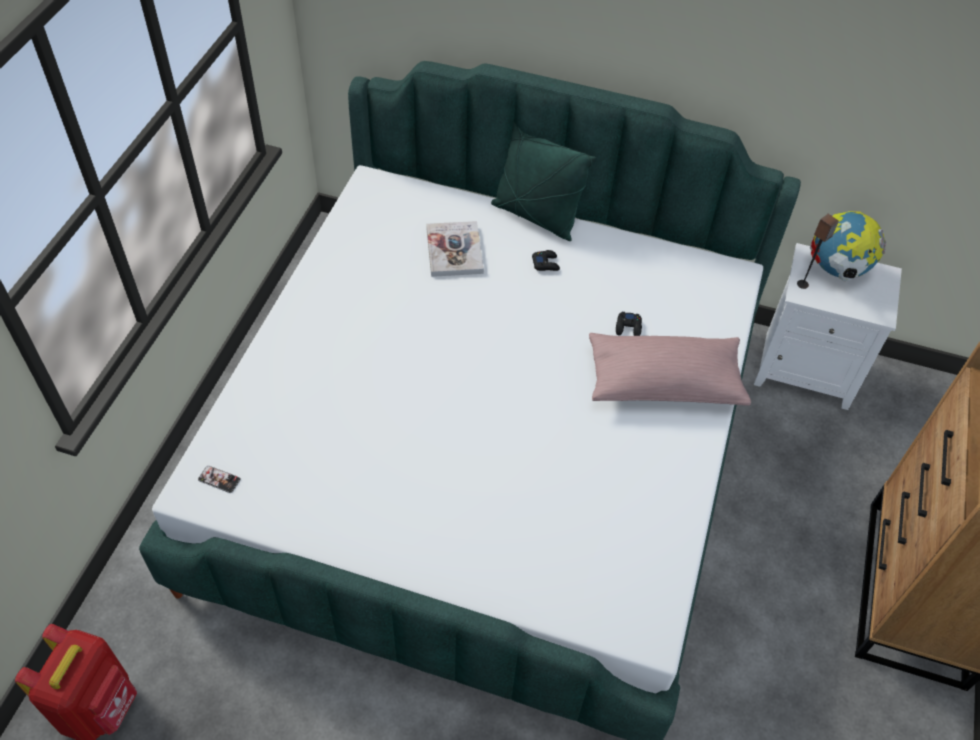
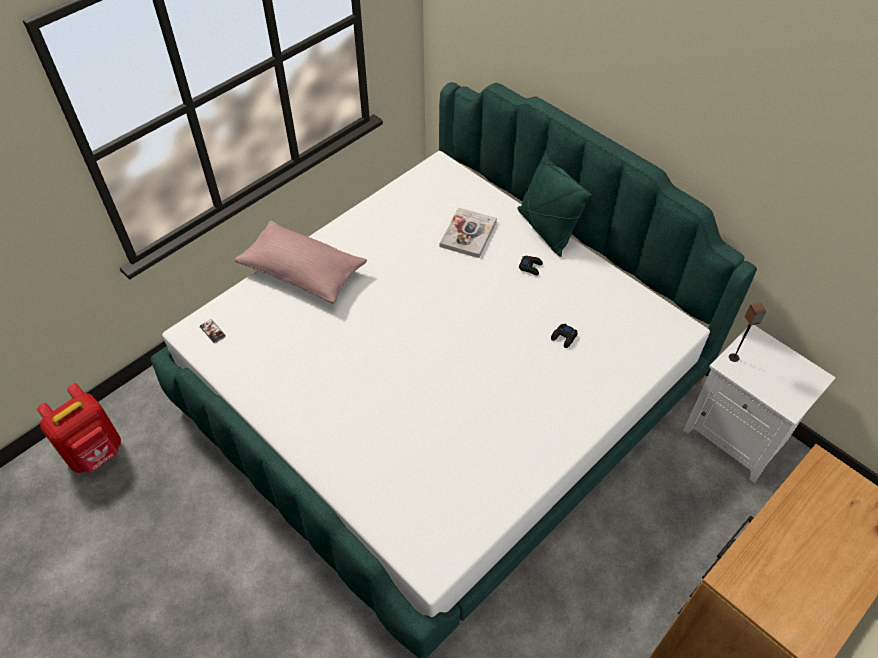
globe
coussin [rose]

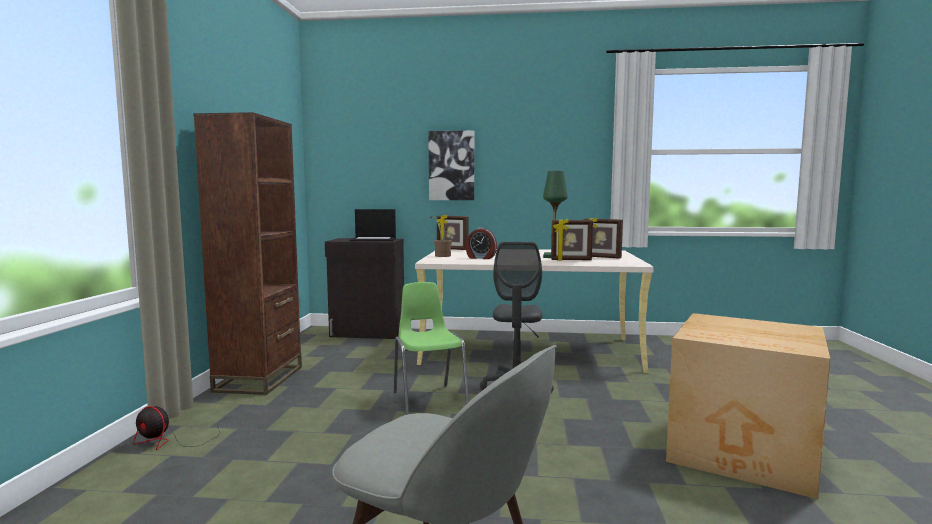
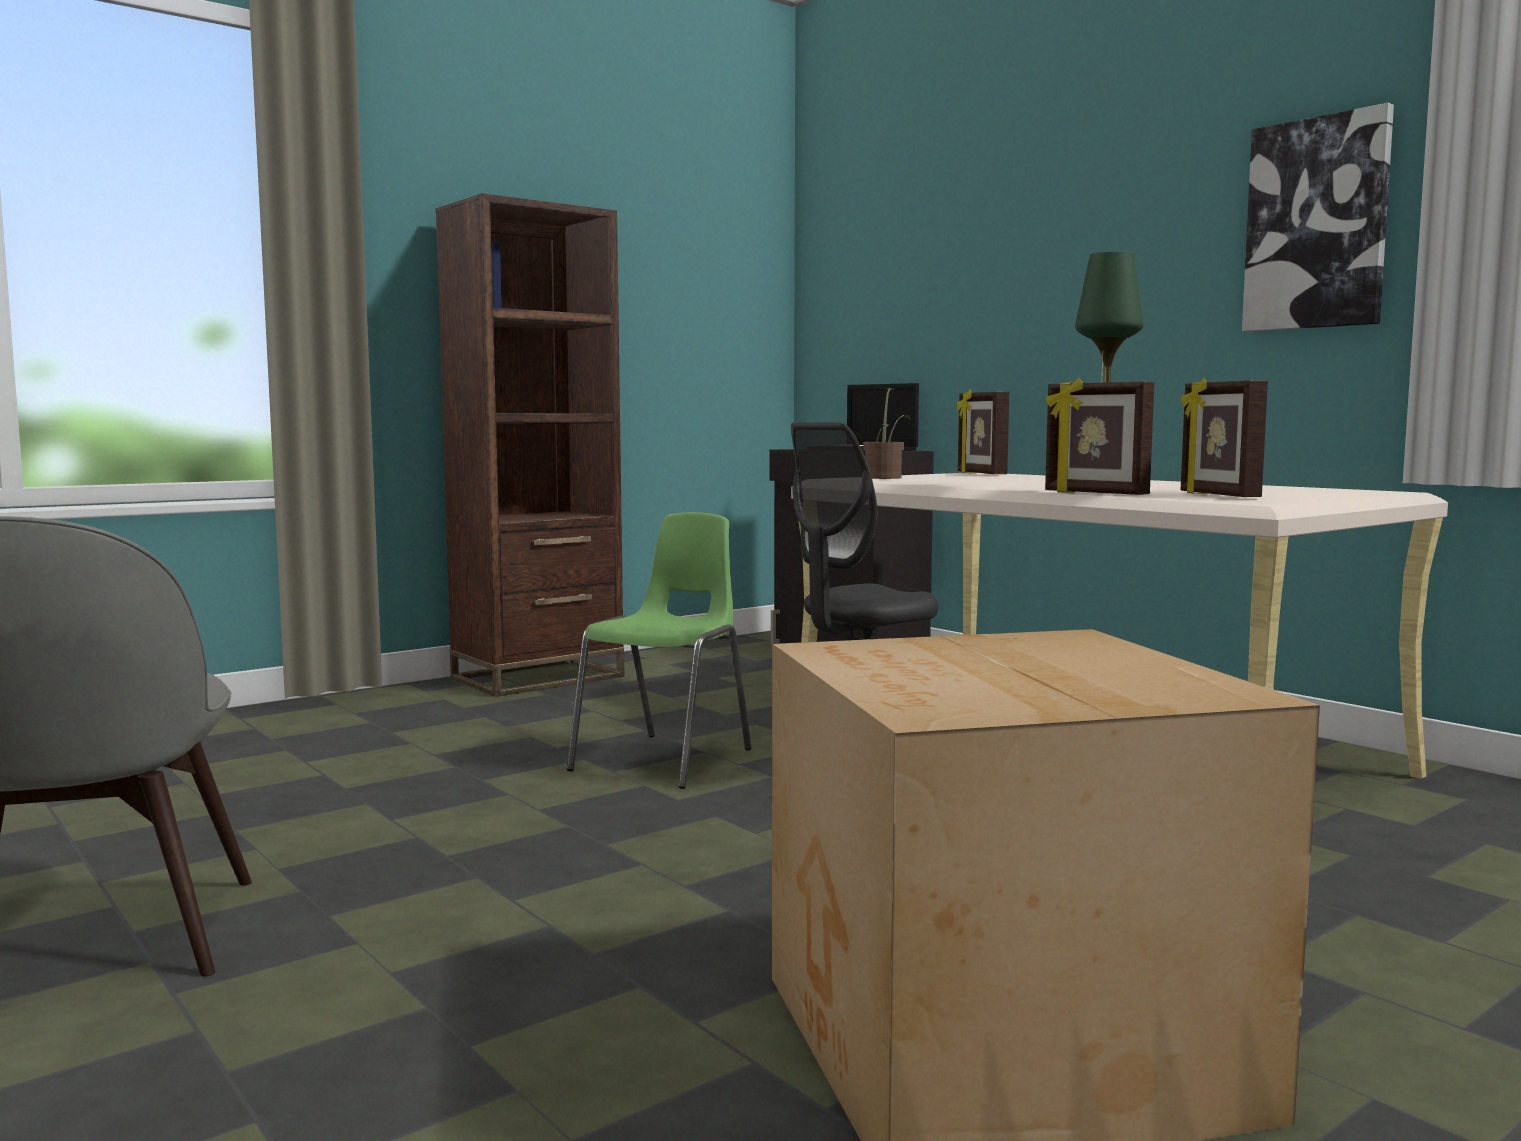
ventilateur
réveil
tableau

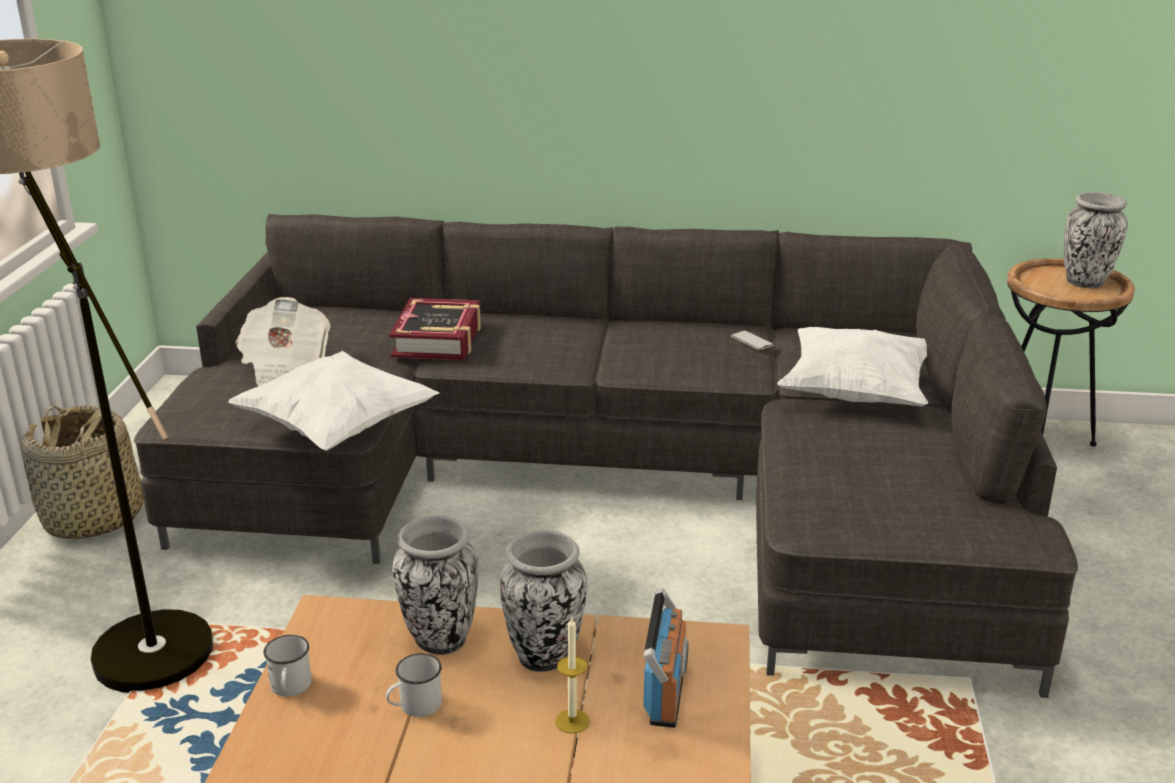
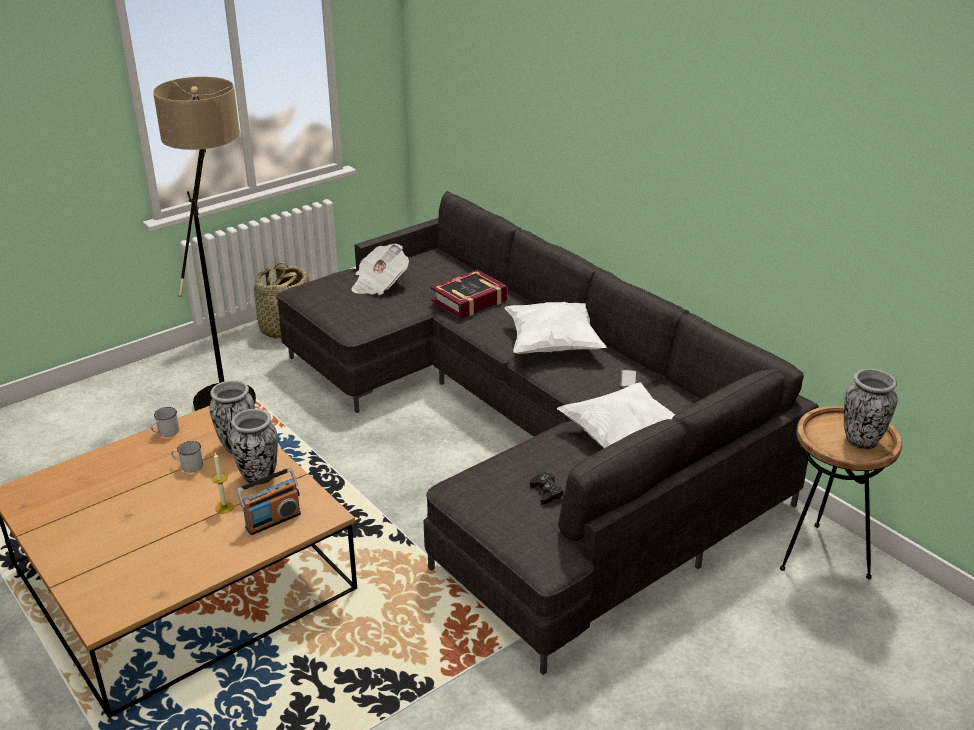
manette [noir]
coussin [blanc] (1st from left)

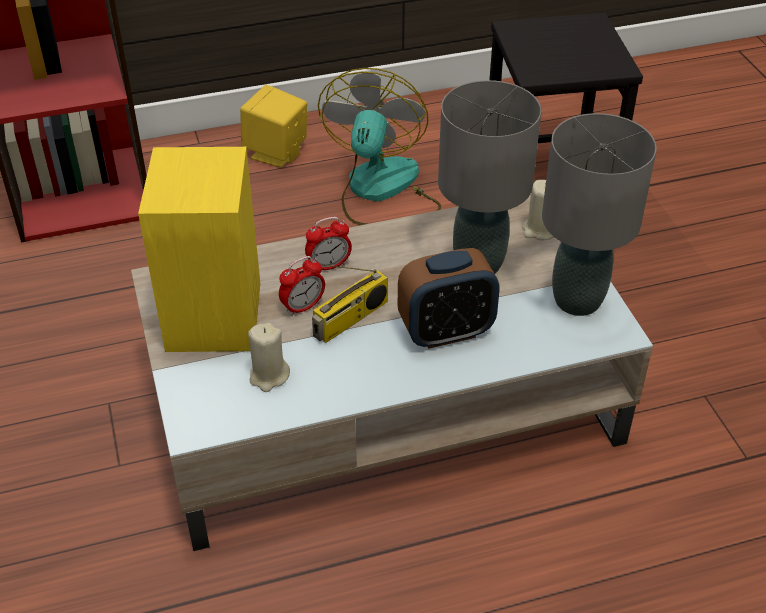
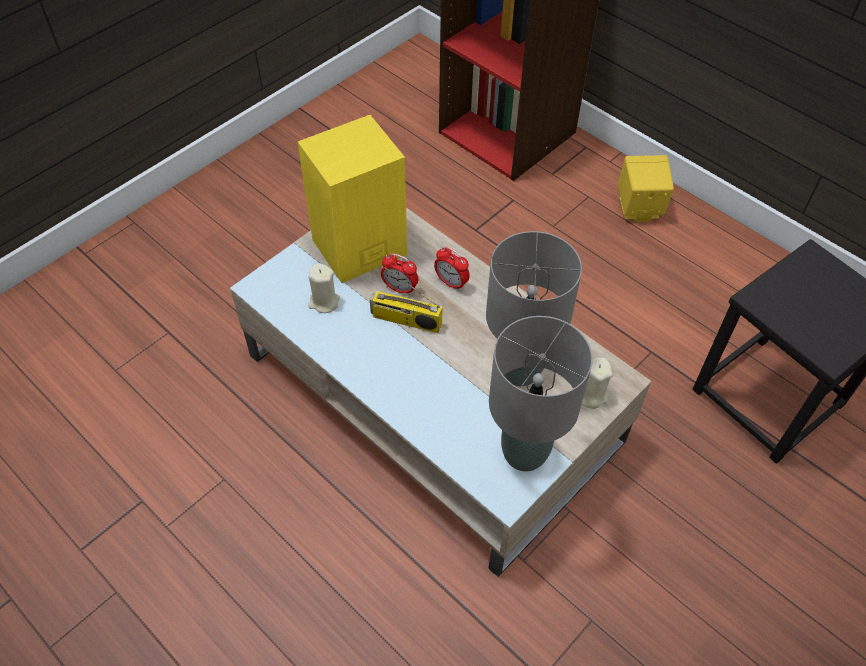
ventilateur
réveil (3rd from left in the first image)

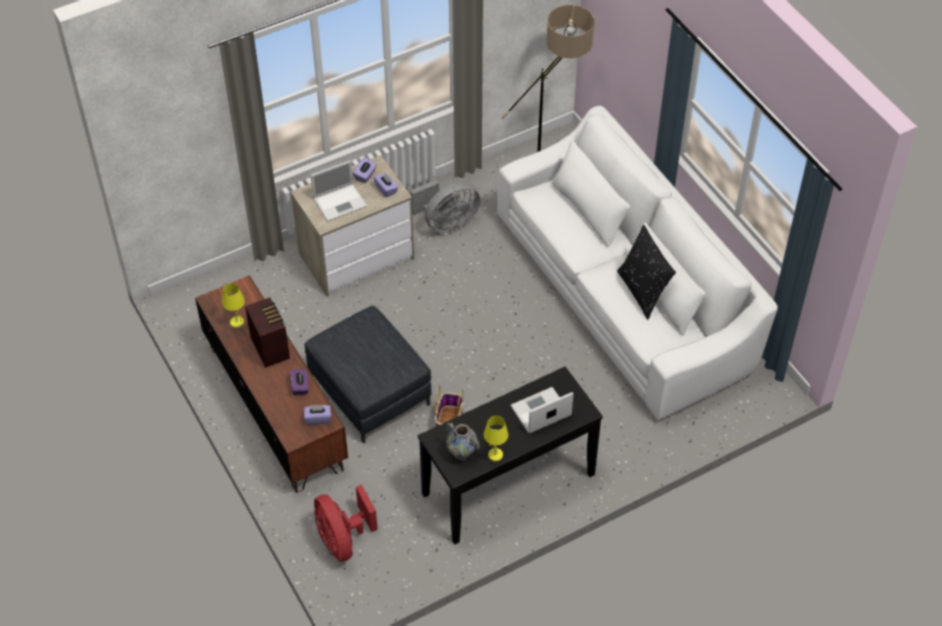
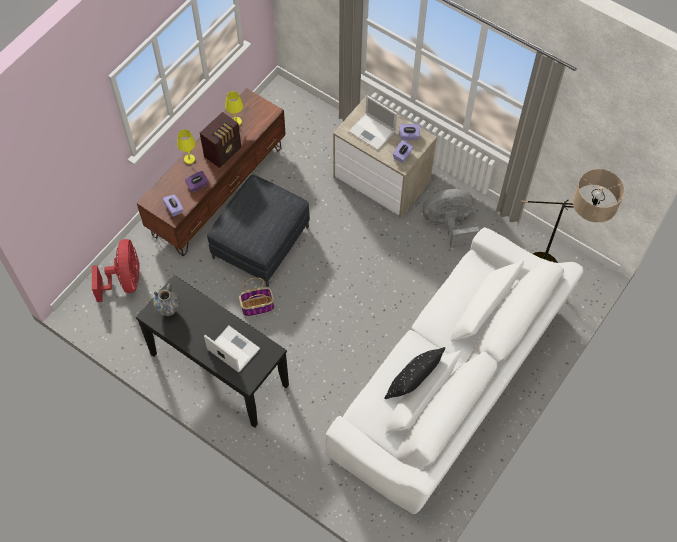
lampe de table [jaune] (1st from left)
ventilateur [rouge]
ventilateur [gris]

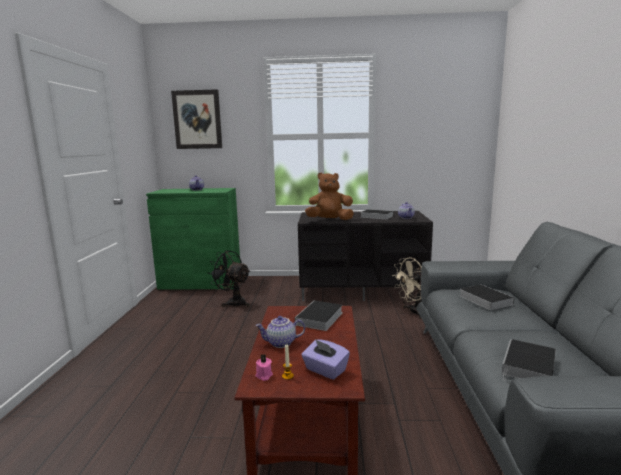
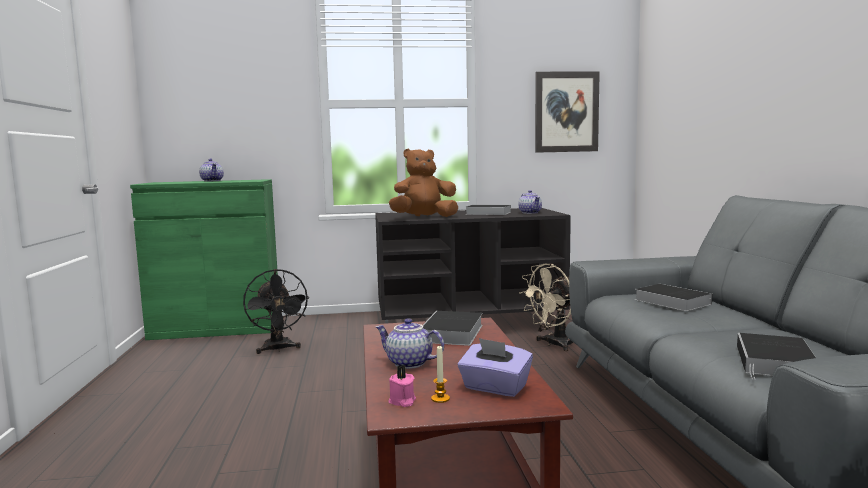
tableau
ventilateur [noir]
théière (2nd from left)

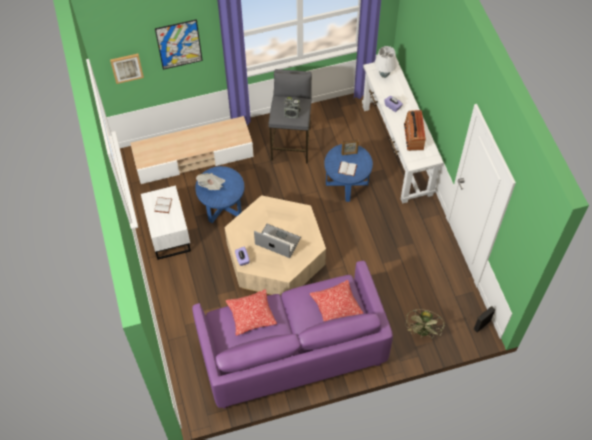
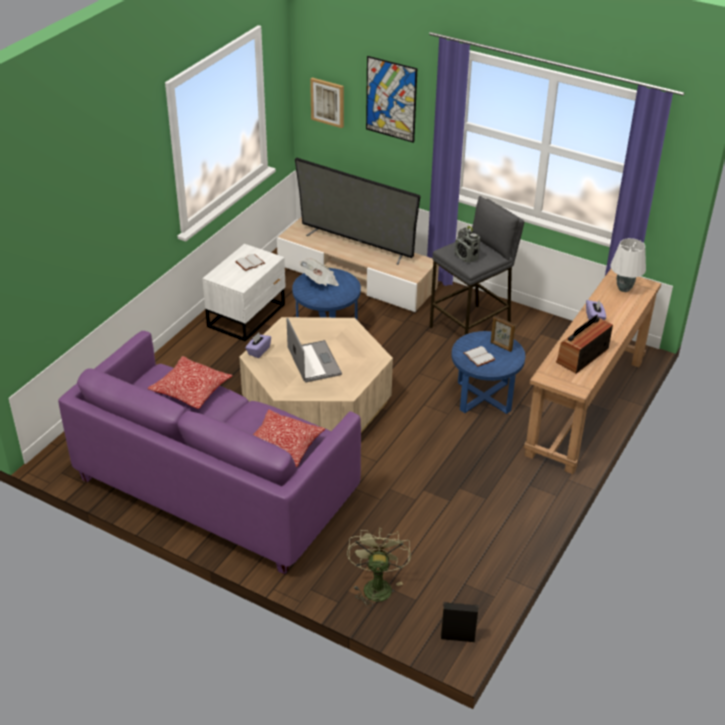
téléviseur
table console [marron]
ventilateur [vert]

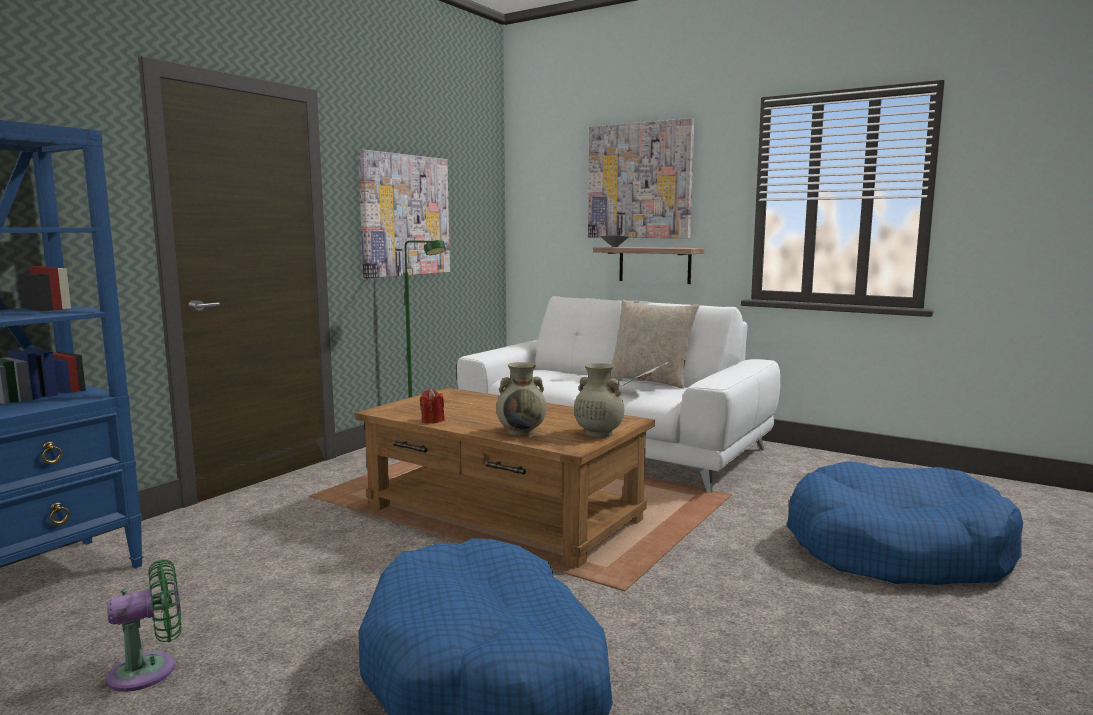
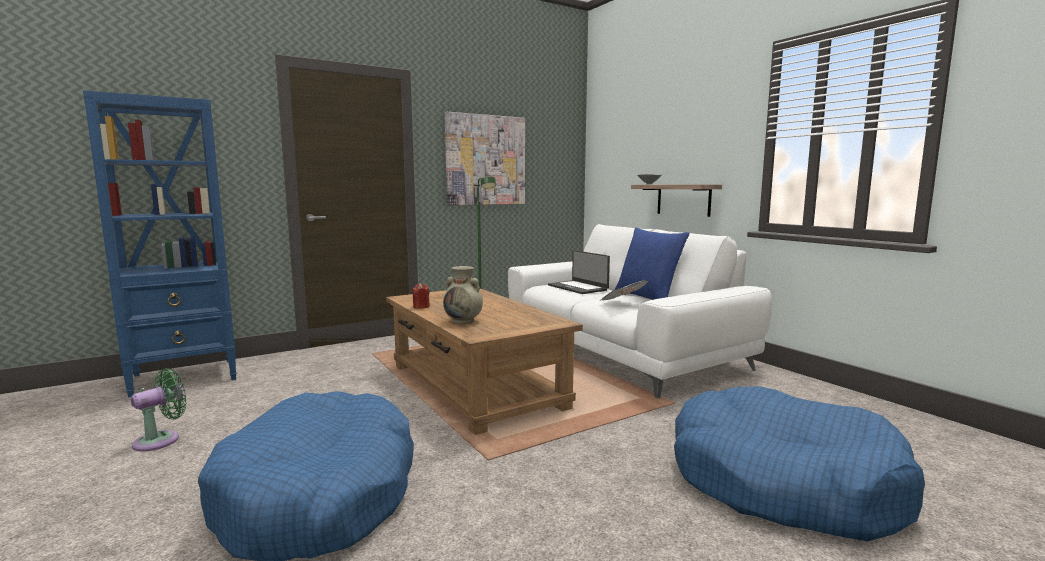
vase [beige] (2nd from left in the first image)
tableau (2nd from left in the first image)
ordinateur portable
coussin [bleu]
ventilateur [vert]

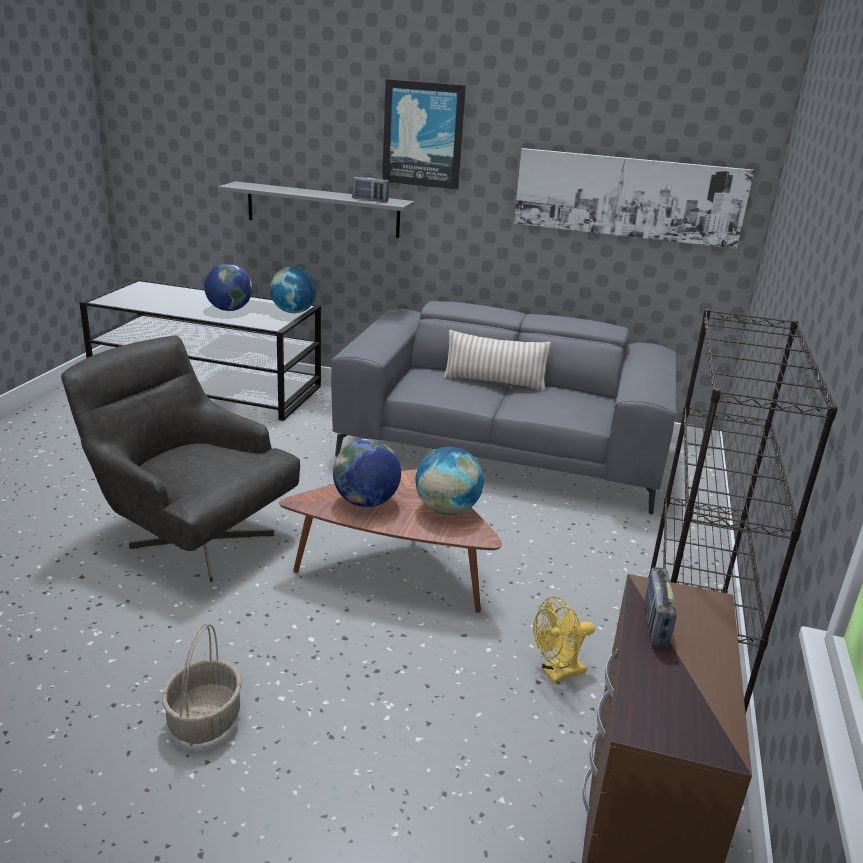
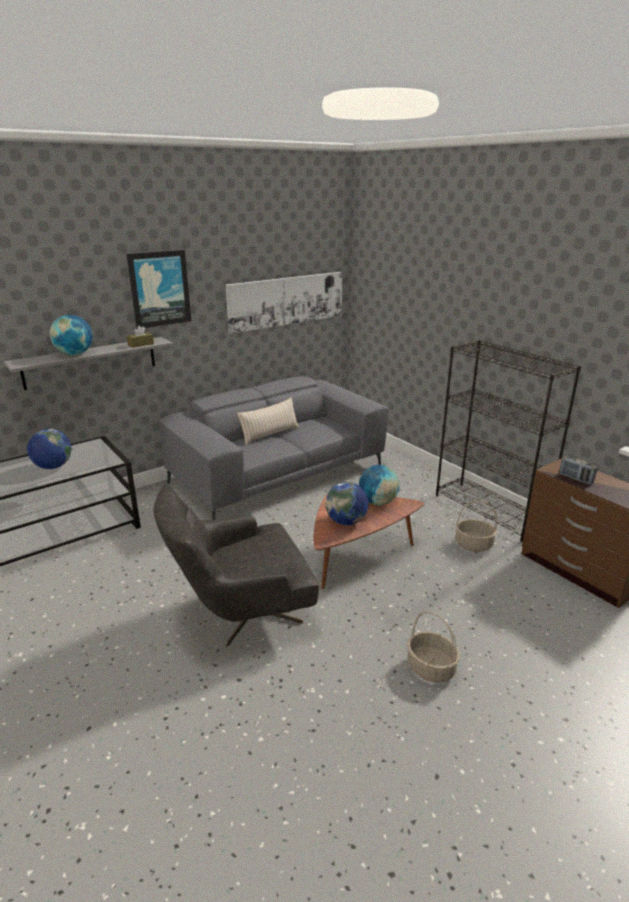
globe (2nd from left)
boîte à mouchoirs [marron]
panier (2nd from left)

